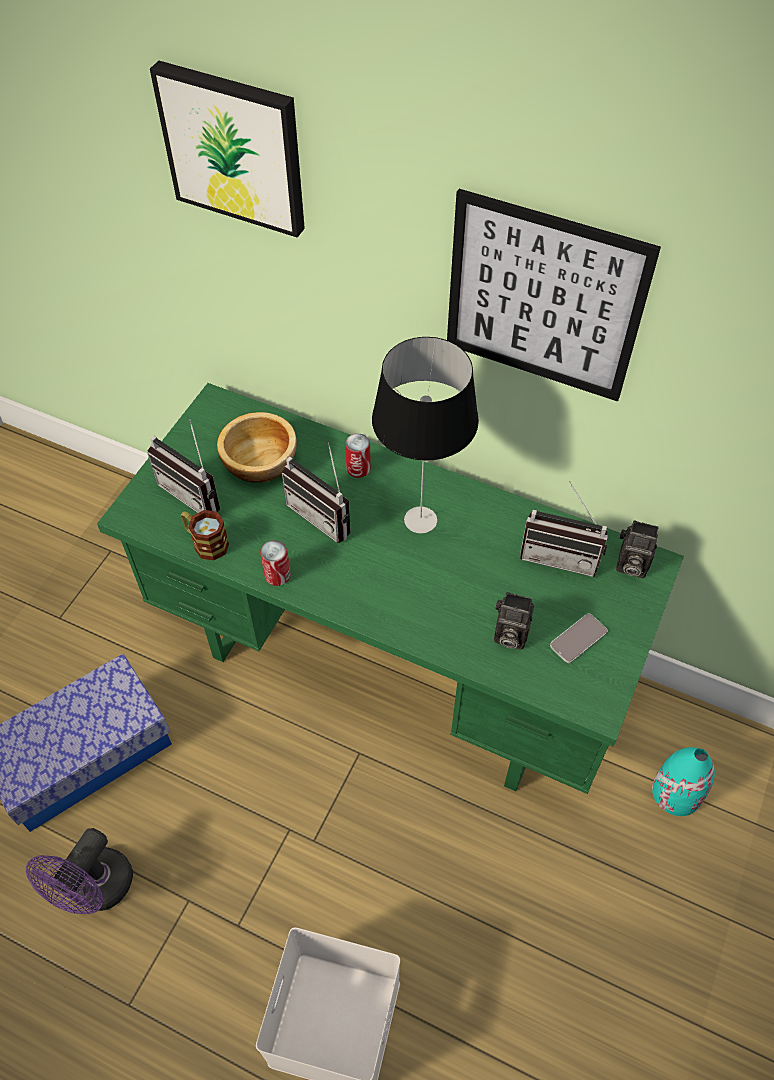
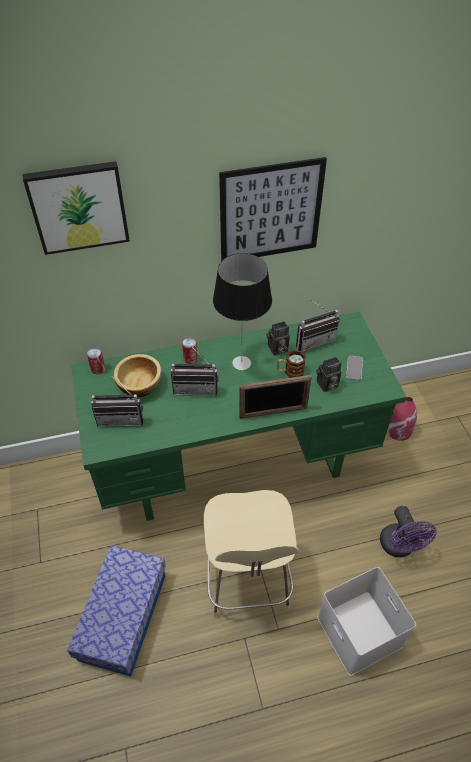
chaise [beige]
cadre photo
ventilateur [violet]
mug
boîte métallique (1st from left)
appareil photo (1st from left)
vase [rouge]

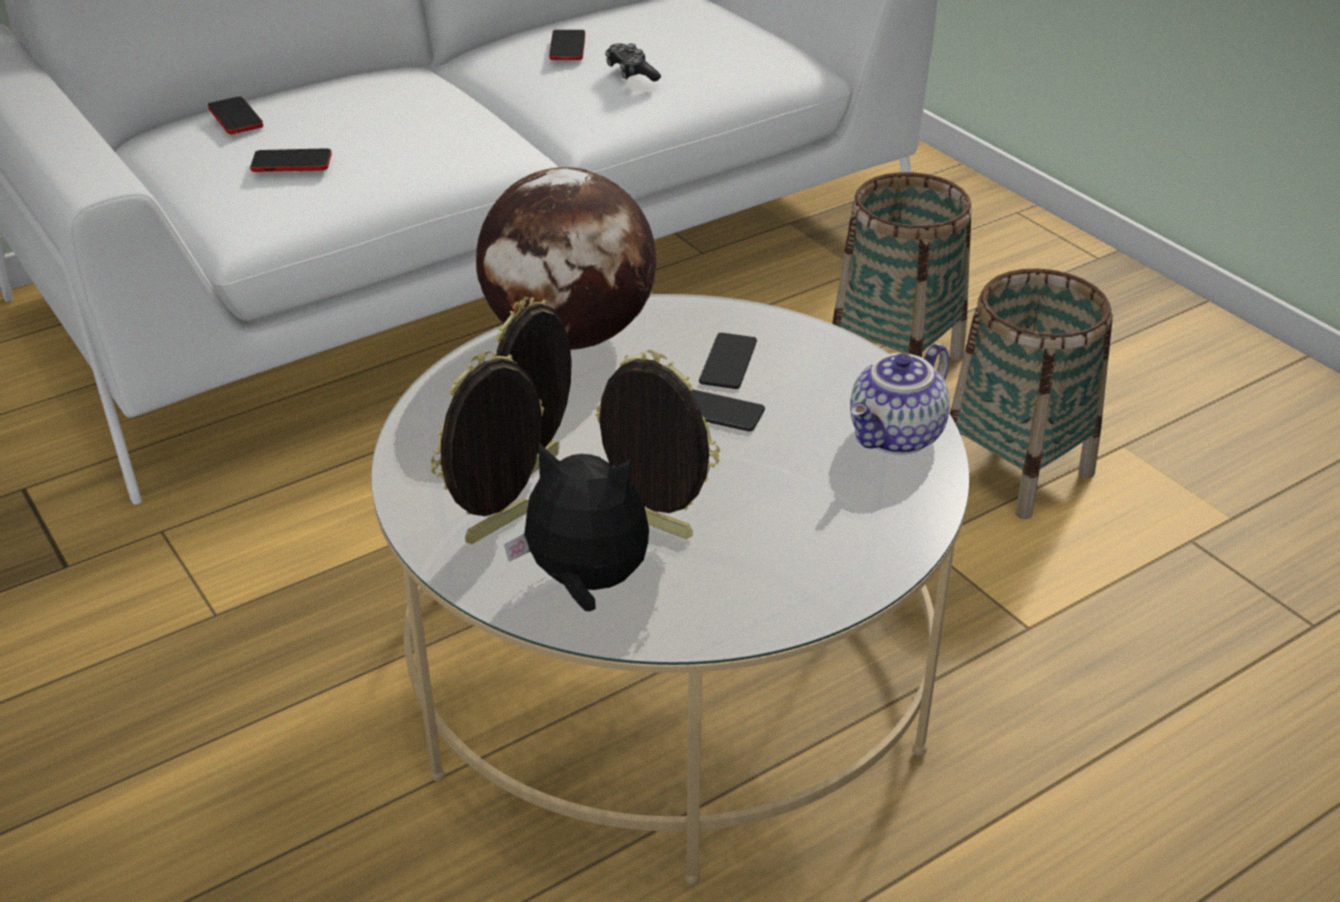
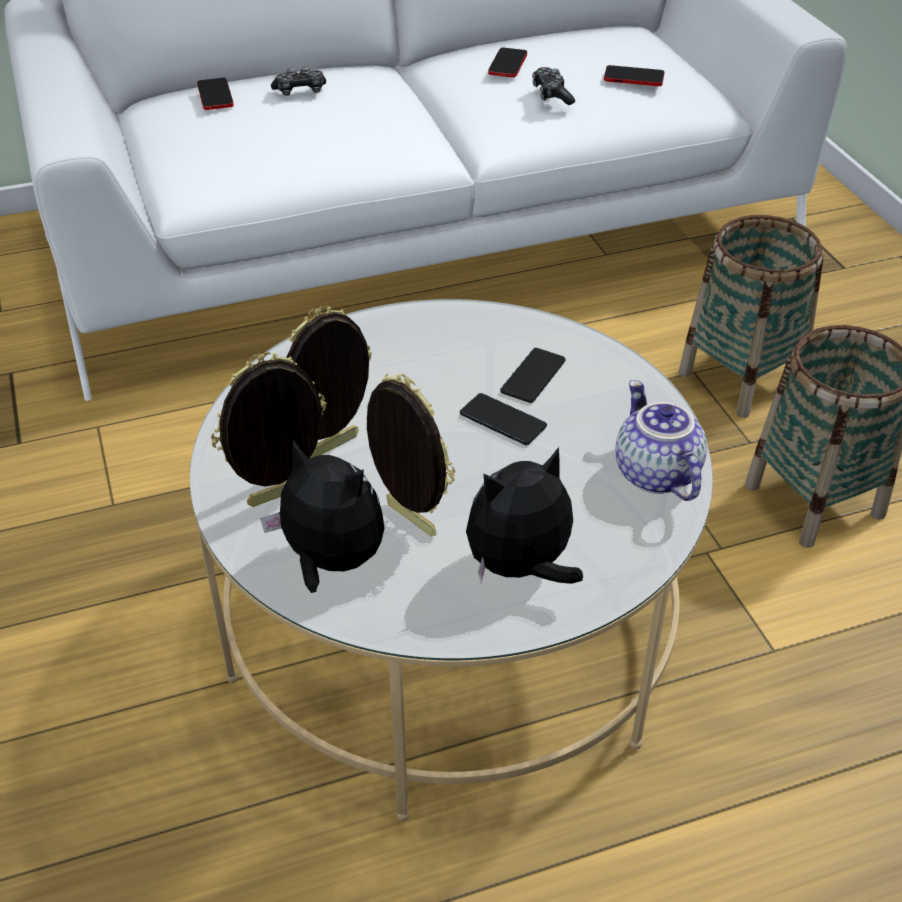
globe
manette (1st from left)
peluche (2nd from left)
téléphone (5th from left)
théière

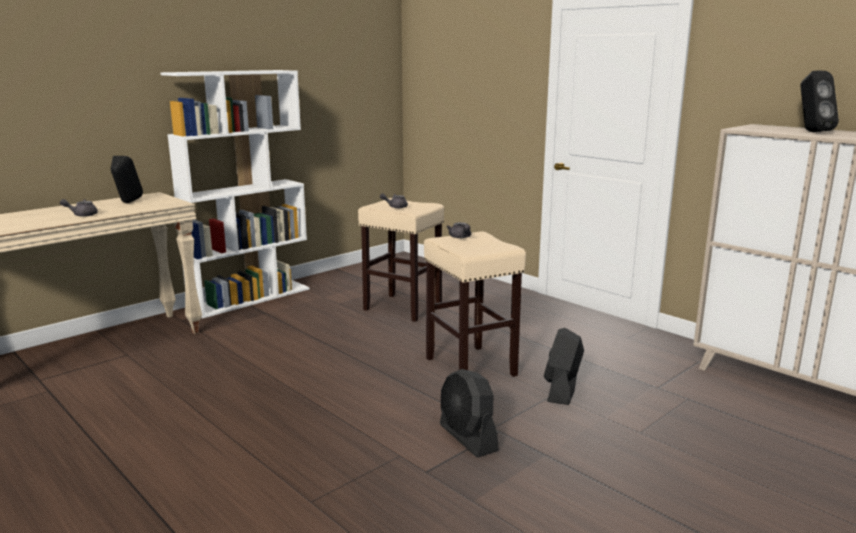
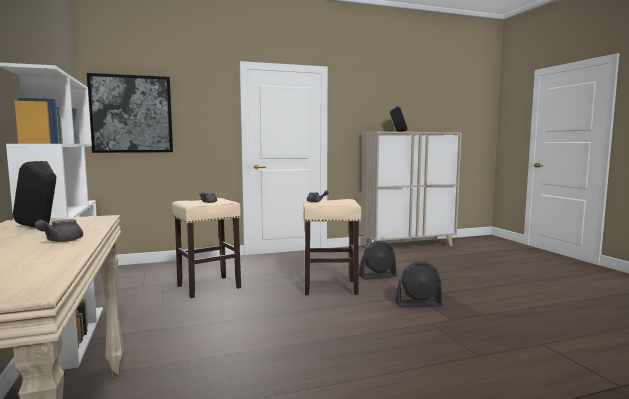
tableau
ventilateur [noir] (1st from left)

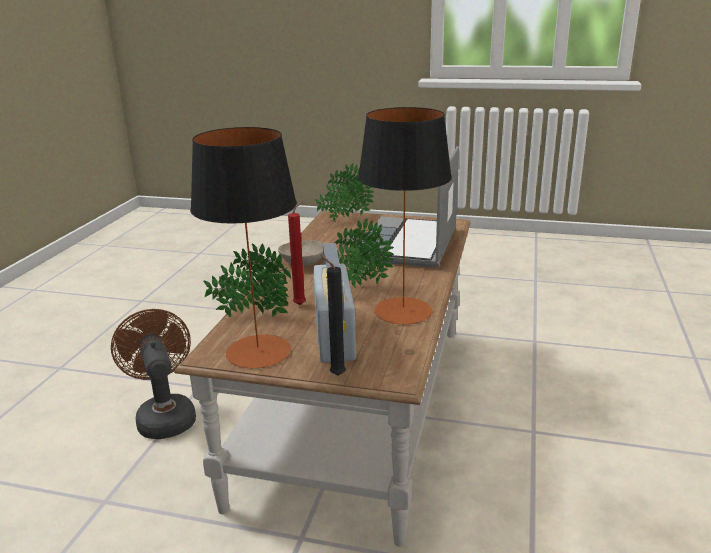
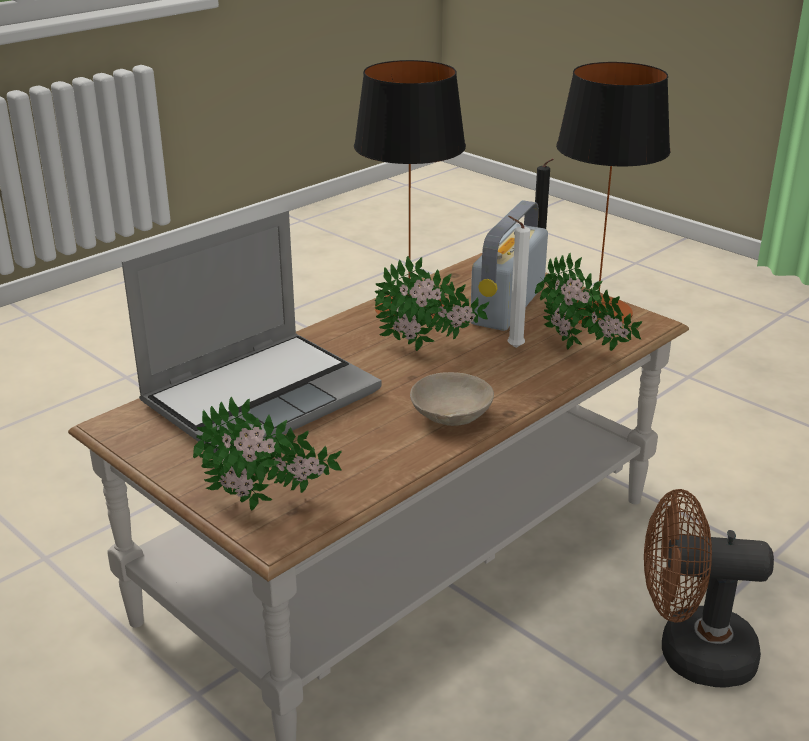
bougie [blanc]
ventilateur [marron]

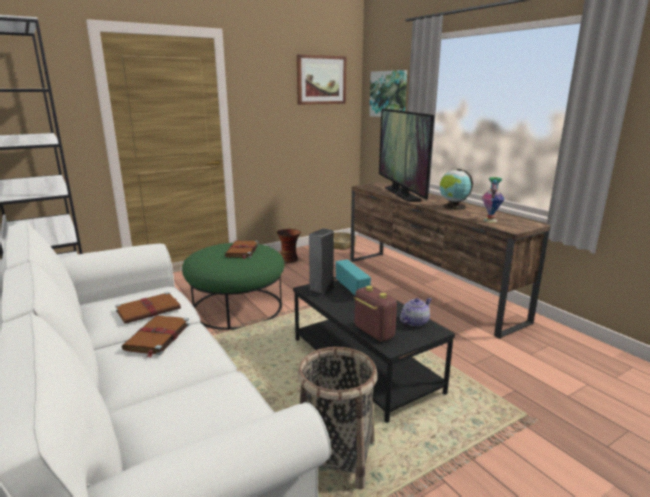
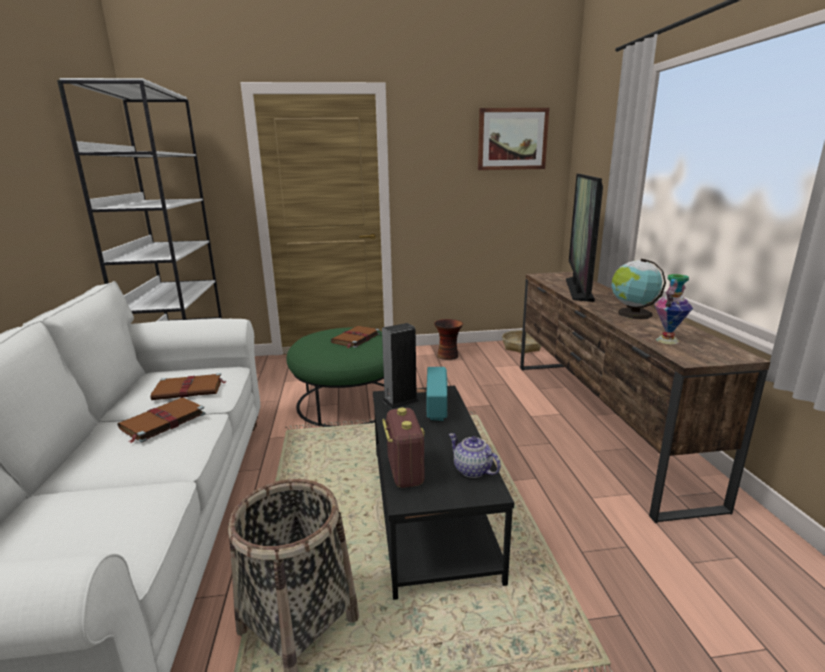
tableau (2nd from left in the first image)
théière

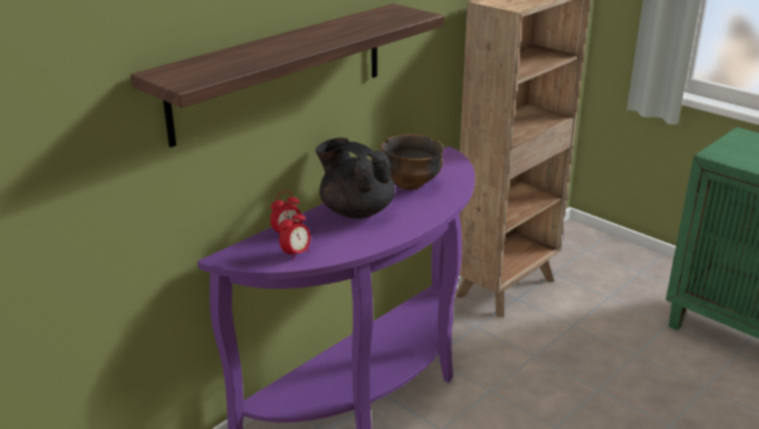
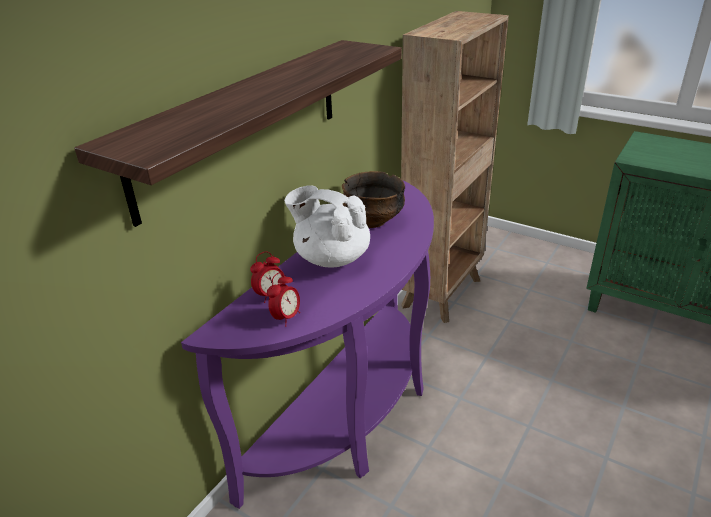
théière [blanc]

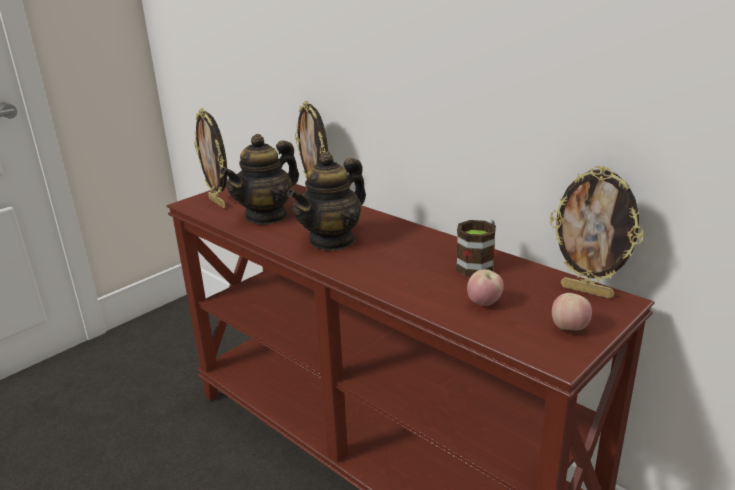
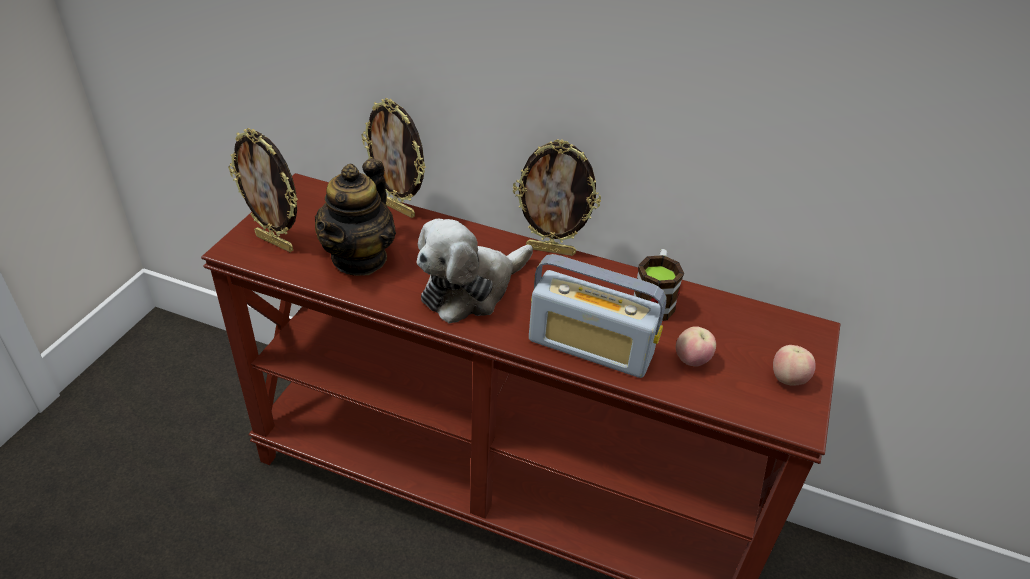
radio
cadre photo (3rd from left)
peluche

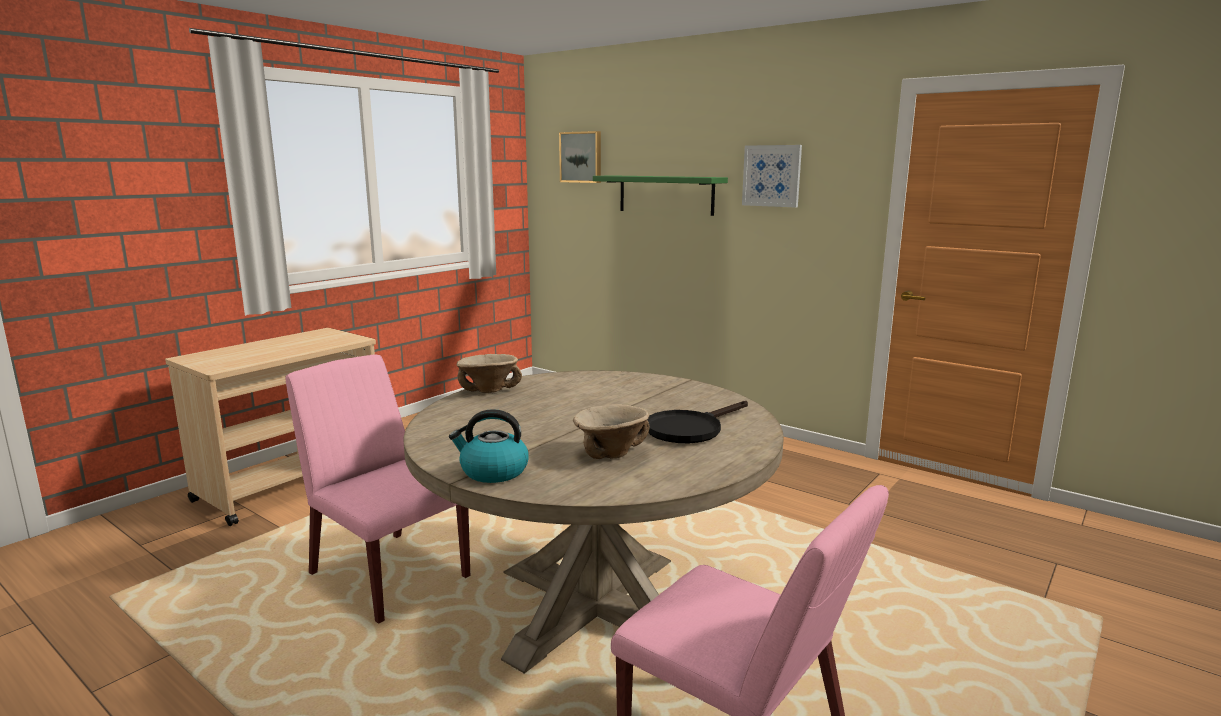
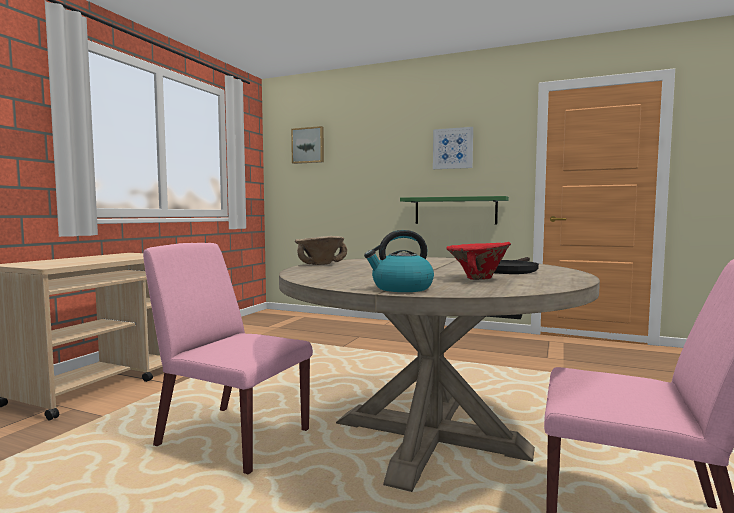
étagère [vert]
bol [rouge]

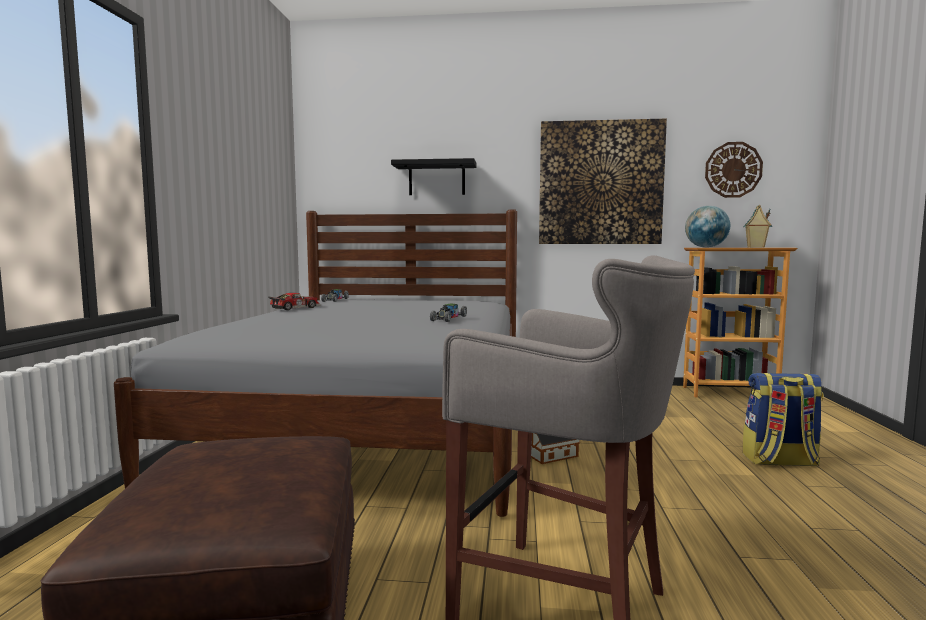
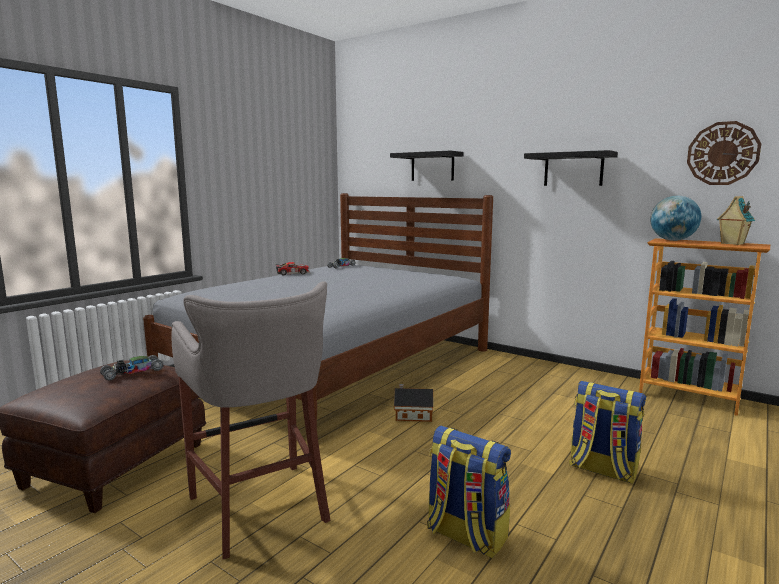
sac à dos (1st from left)
petite voiture (1st from left)
étagère [noir] (2nd from left)

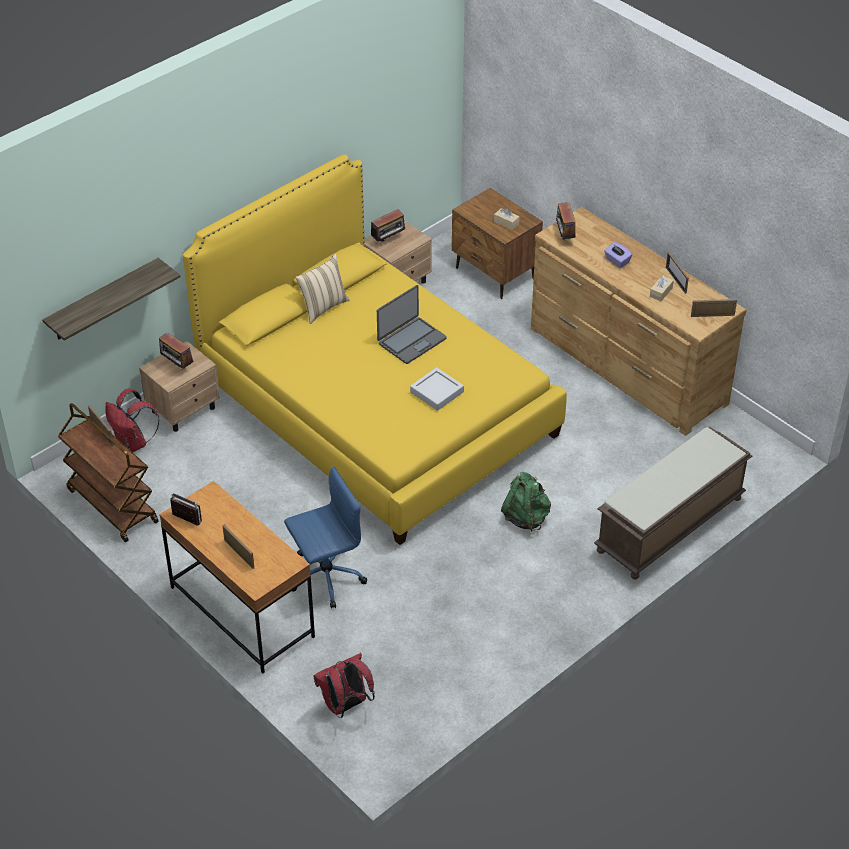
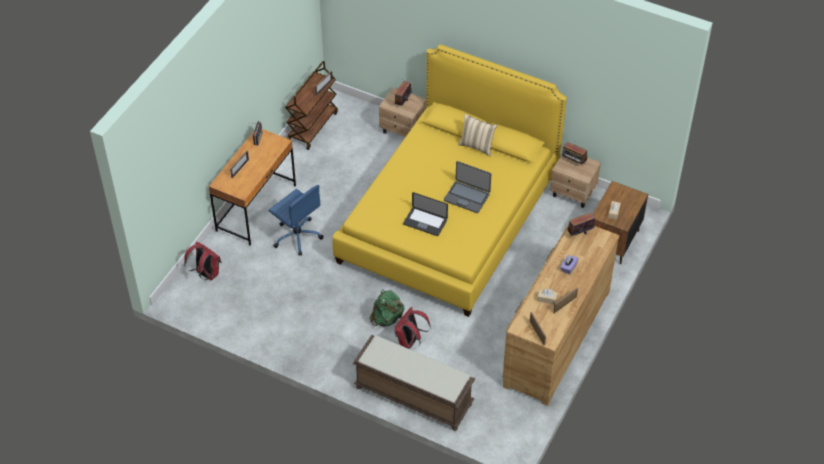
étagère
sac à dos [rouge] (2nd from left)
ordinateur portable (1st from left)

